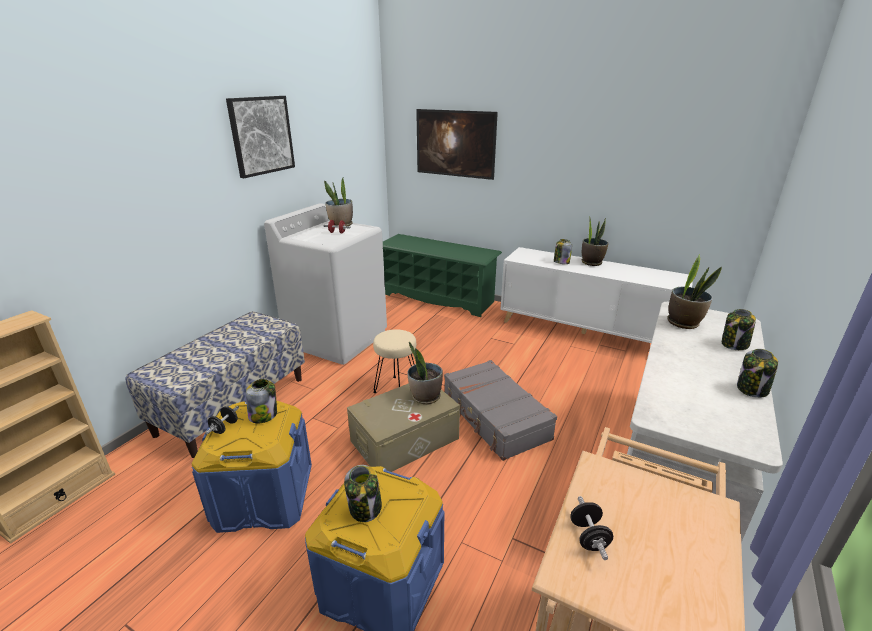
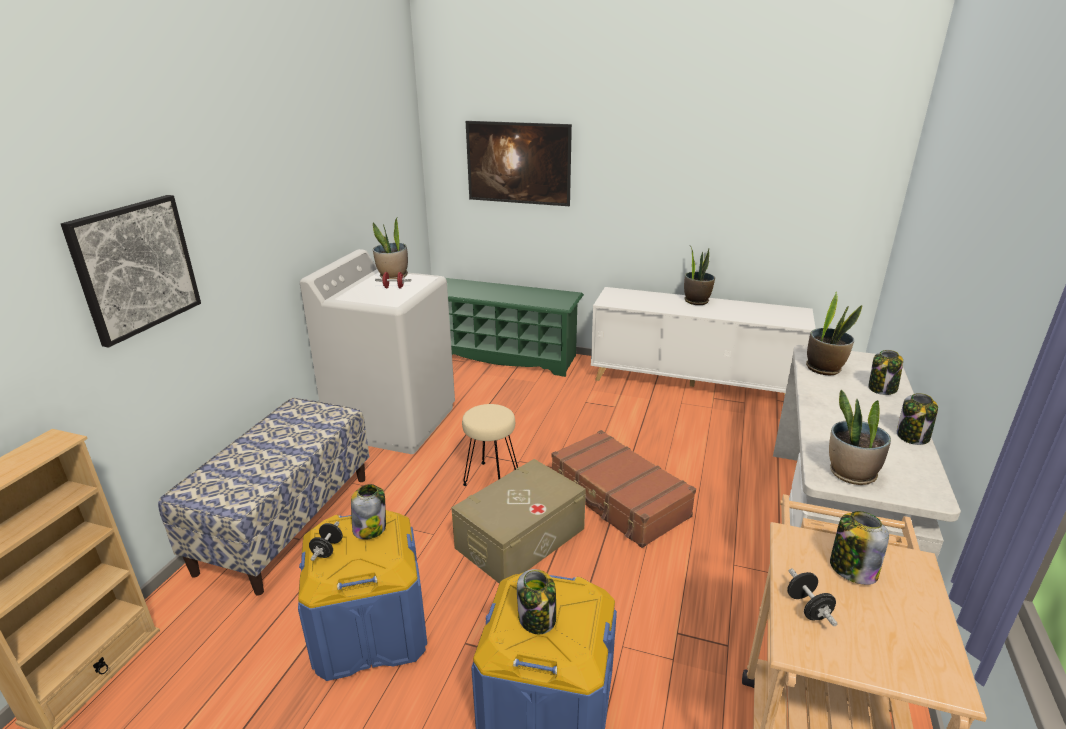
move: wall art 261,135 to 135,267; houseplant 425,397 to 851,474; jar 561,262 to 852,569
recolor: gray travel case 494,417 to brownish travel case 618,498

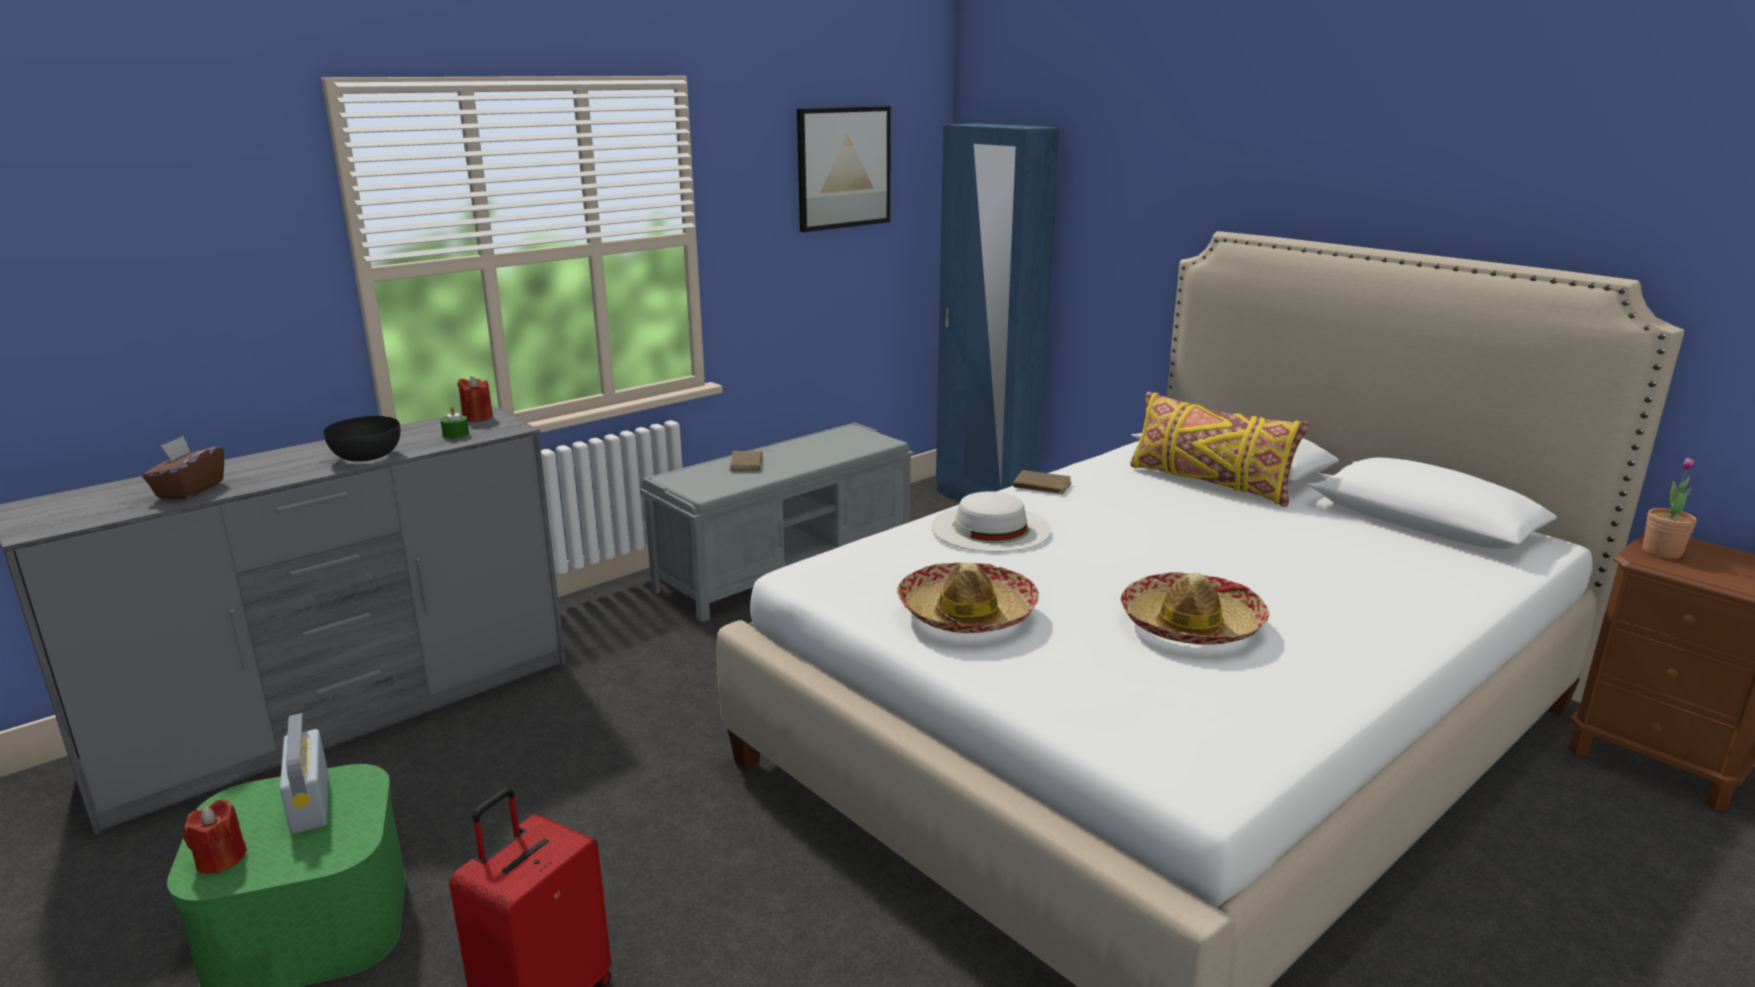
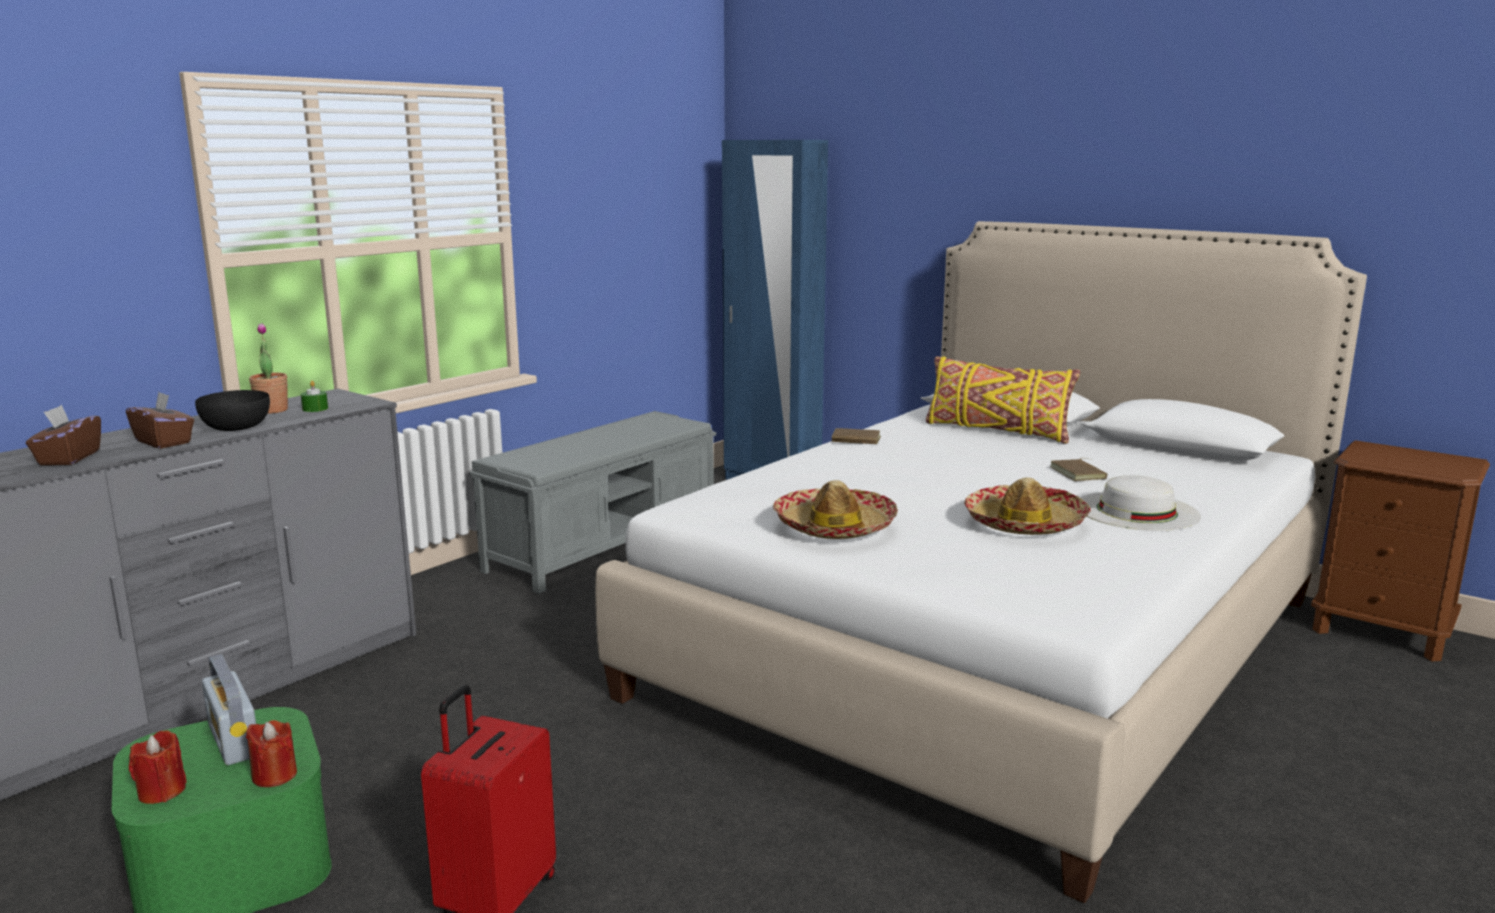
delete: wall art 843,168
insert: brownish tissue holder 164,442
move: red-coloured wax light 477,417 to 274,775; brownish bound book 748,463 to 1079,473; whitish wearable hat 990,528 to 1136,510; houseplant 1661,552 to 272,410

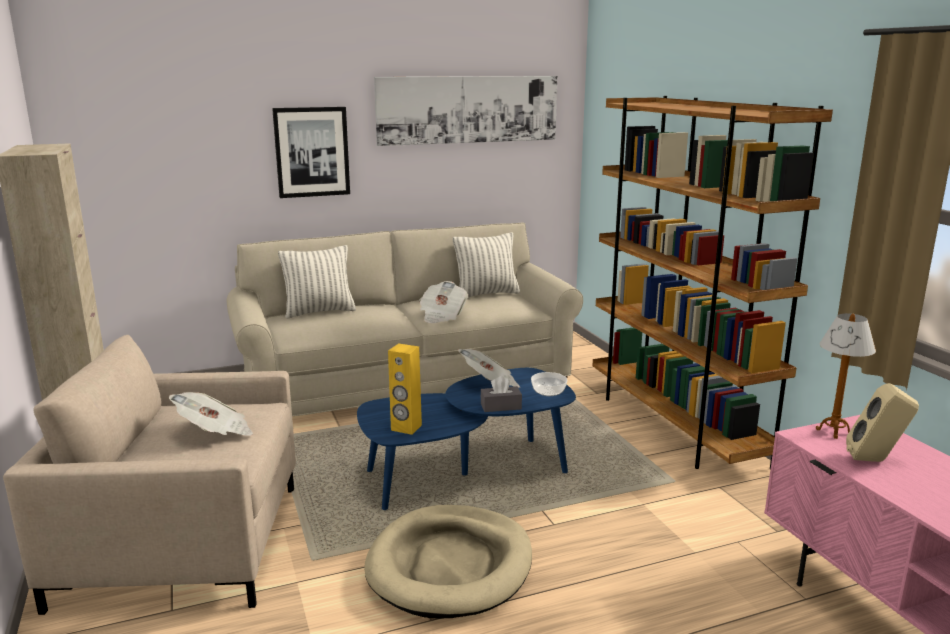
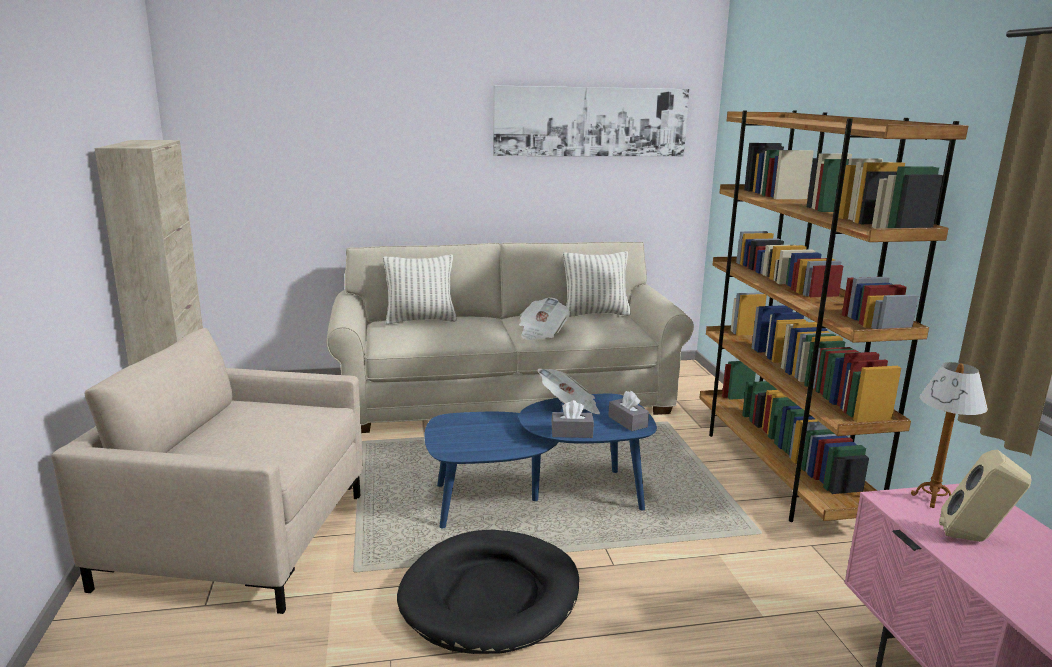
delete: daily paper 215,433; wall art 312,152; yellowish loudspeaker 406,428
replace: deep dish 548,392 to gray tissue holder 627,422
recolor: beige-coloured dog bed 450,565 to black dog bed 491,596

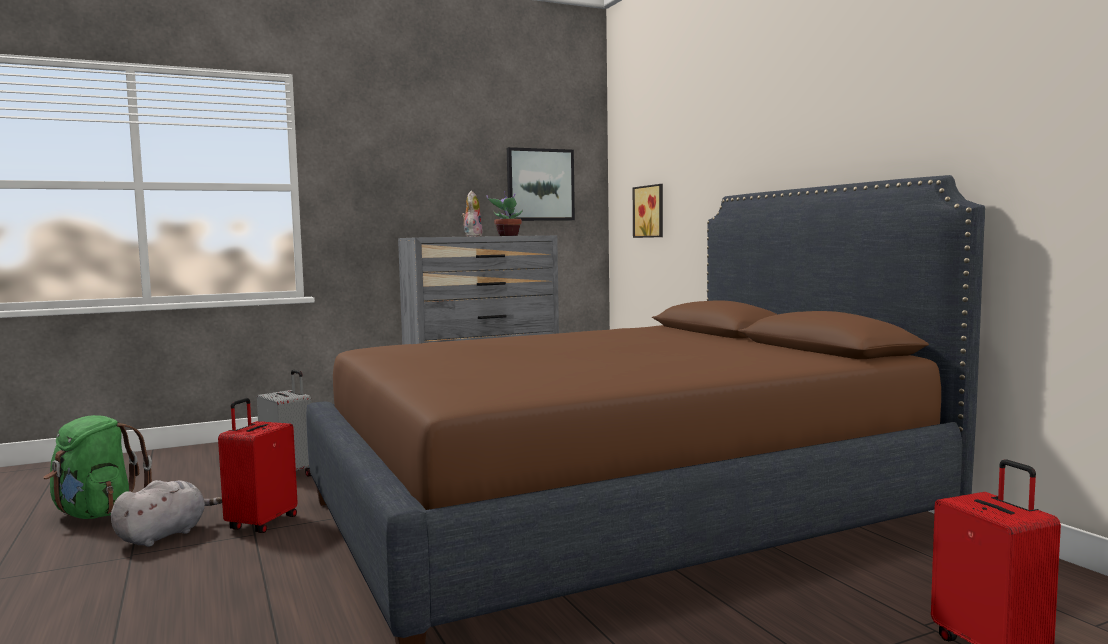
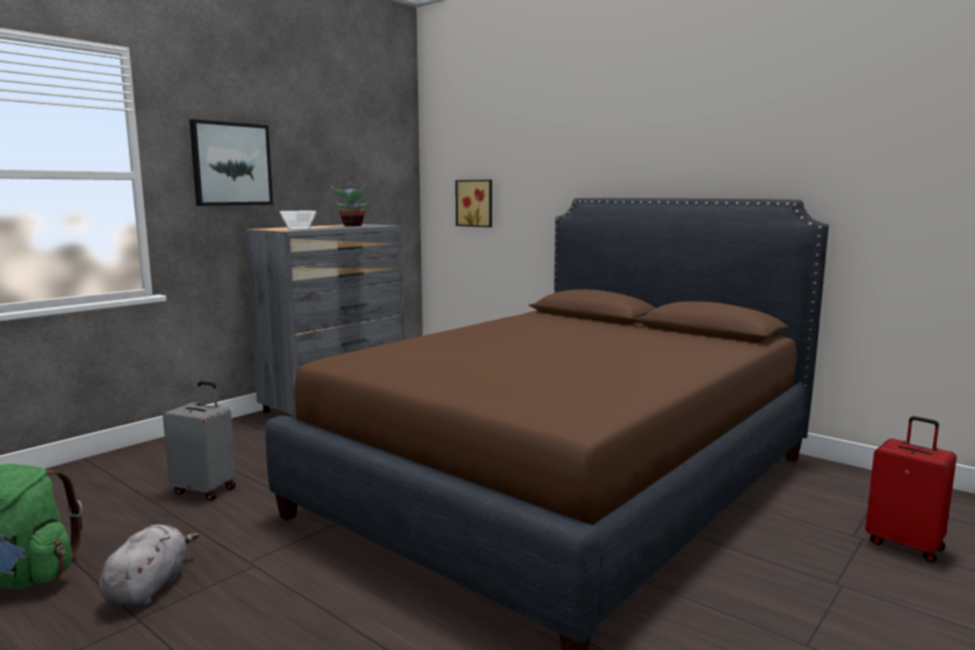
delete: red-coloured travel case 261,523; plush toy 472,236
insert: deep dish 299,229
move: wall art 540,185 to 231,164

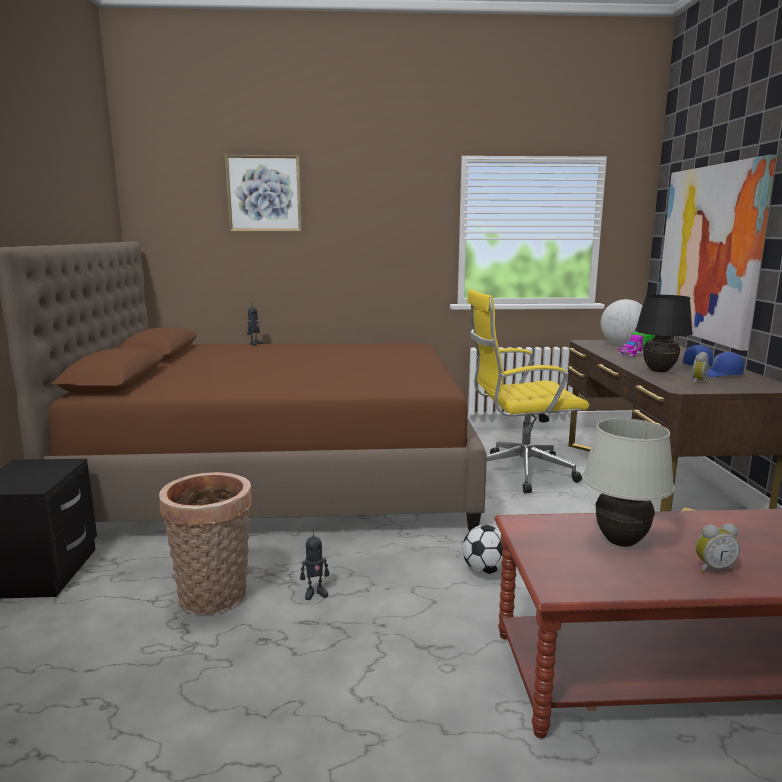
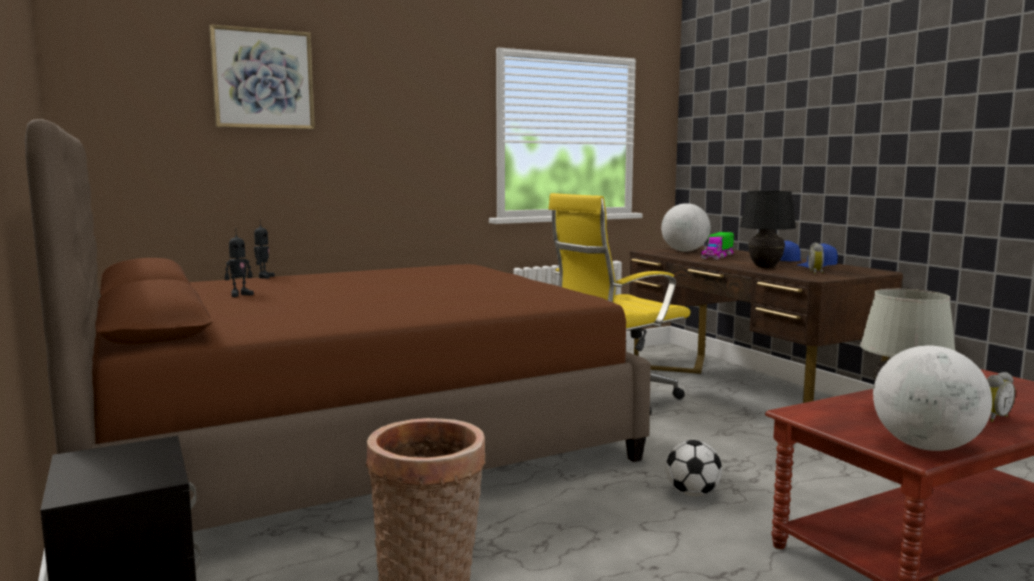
delete: wall art 709,253
insert: globe 925,447
move: toy robot 315,593 to 240,295

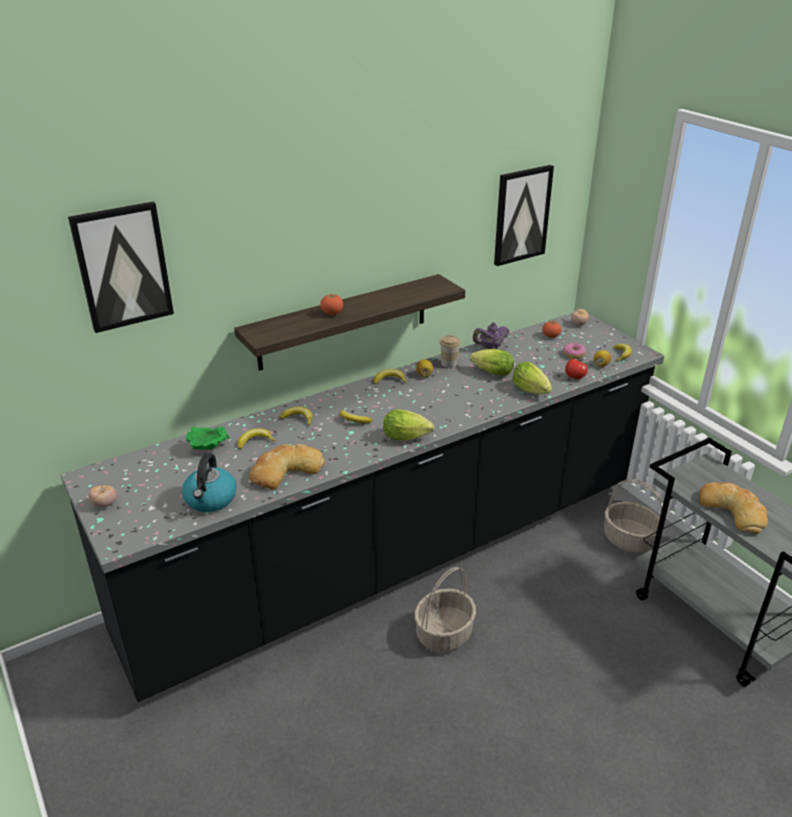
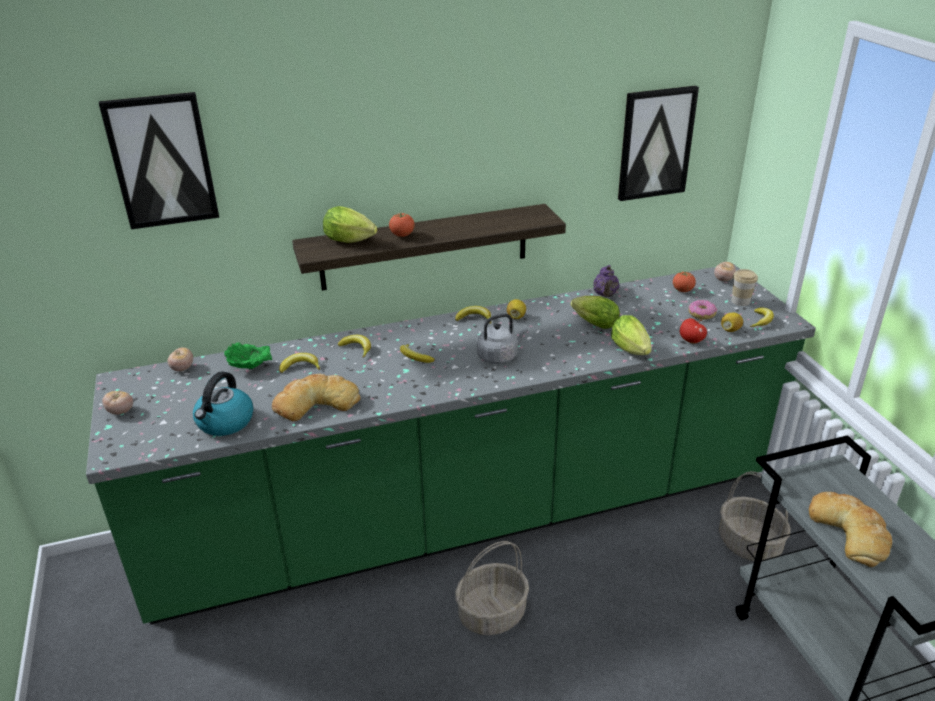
insert: fresh tomato 182,368; gray tea kettle 499,356
move: head of lettuce 408,437 to 352,241; drinking cup 449,363 to 740,301
recolor: black kitchen counter 395,555 to green-coloured kitchen counter 470,515
rotate: purplish teapot 490,348 = 605,295 75 degrees counterclockwise

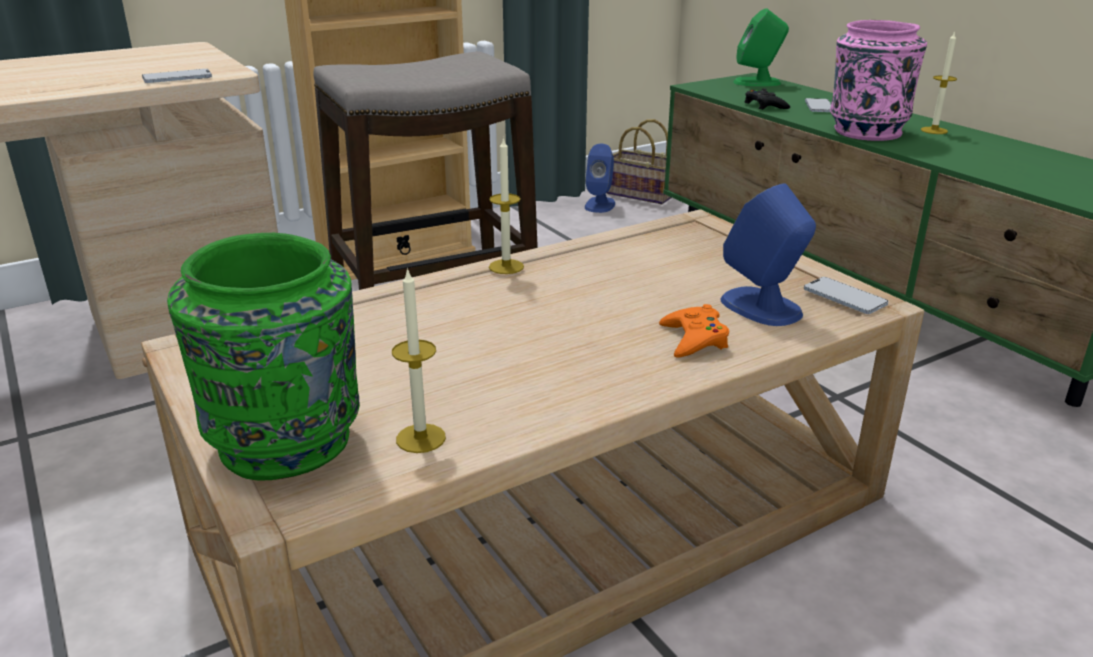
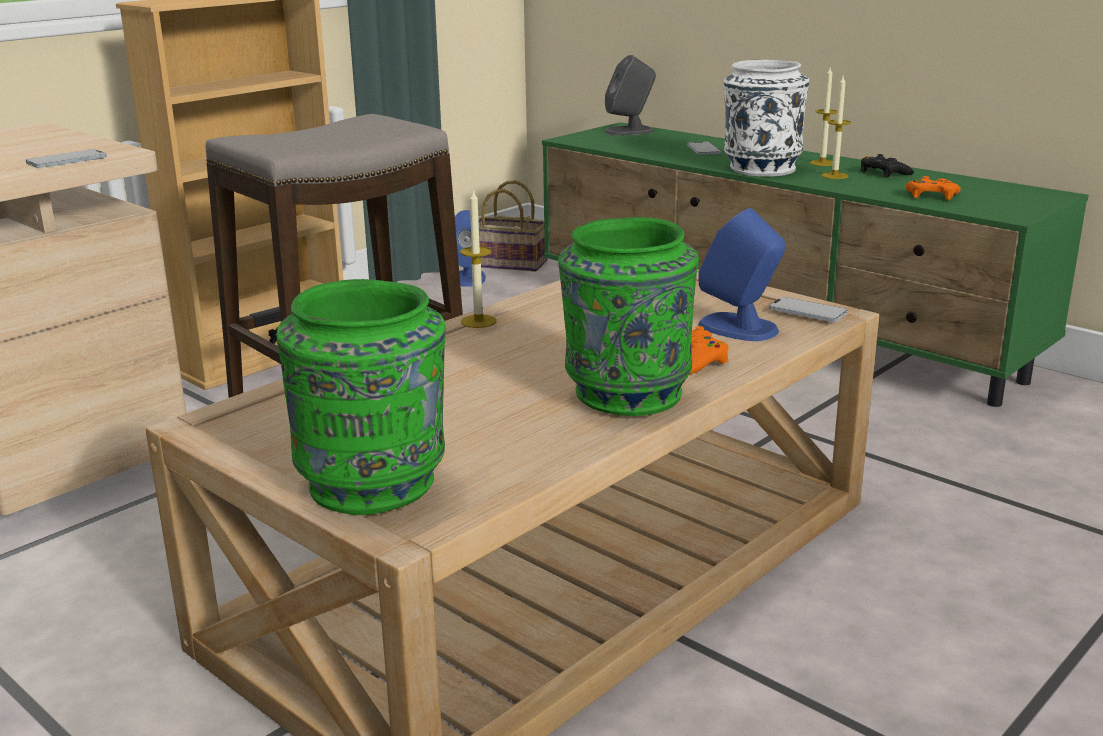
insert: green-coloured decorative vase 626,395; orangey gamepad 931,196
move: wax light 420,438 to 834,176; black gamepad 764,105 to 883,173
recolor: green-coloured loudspeaker 757,82 to gray loudspeaker 629,131; pinkish decorative vase 865,132 to whitish decorative vase 760,169

